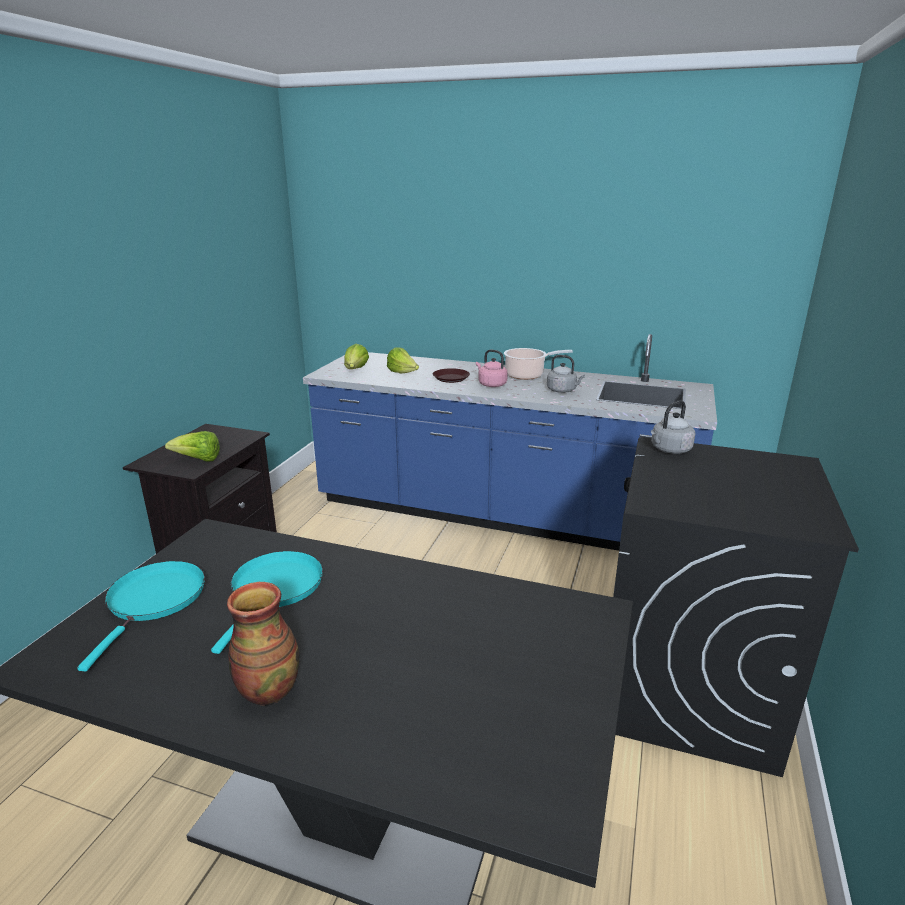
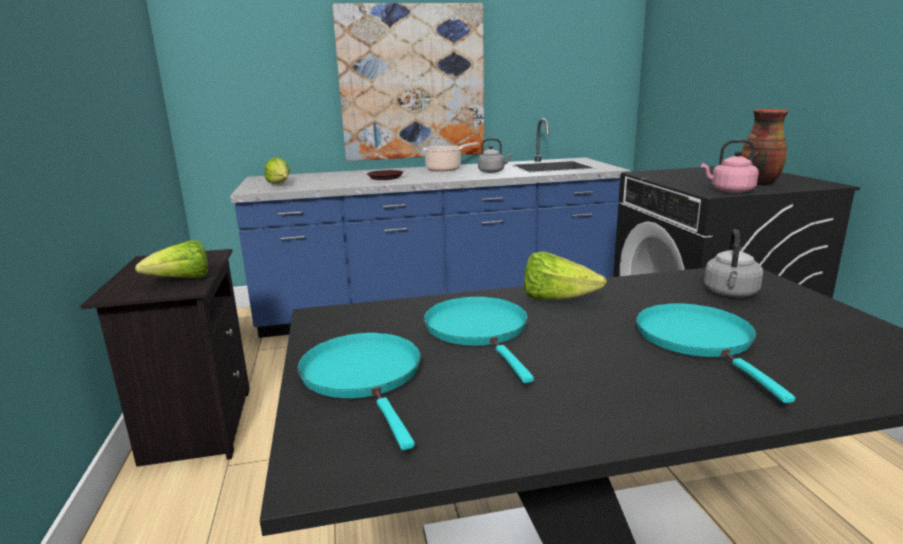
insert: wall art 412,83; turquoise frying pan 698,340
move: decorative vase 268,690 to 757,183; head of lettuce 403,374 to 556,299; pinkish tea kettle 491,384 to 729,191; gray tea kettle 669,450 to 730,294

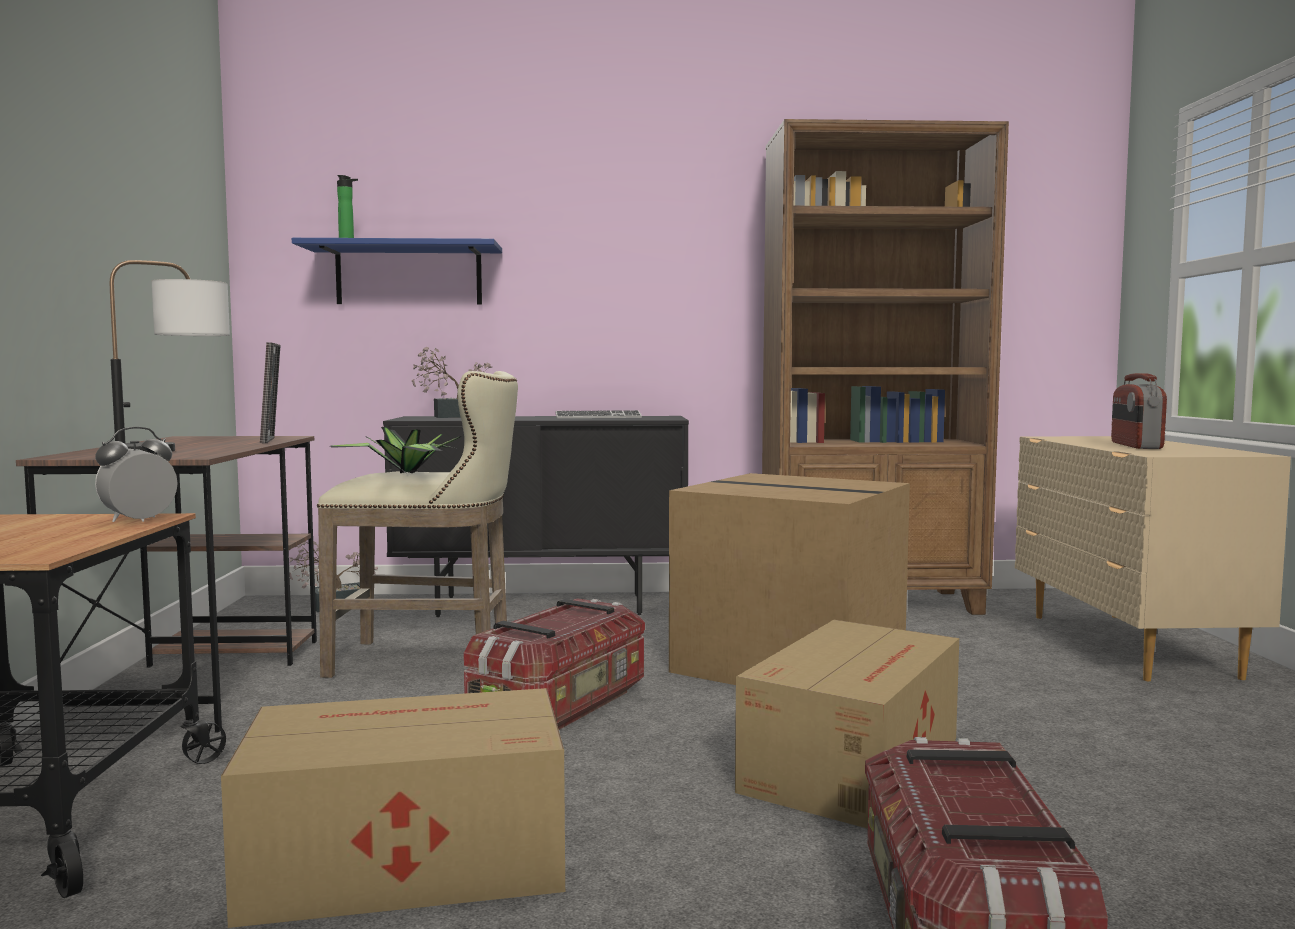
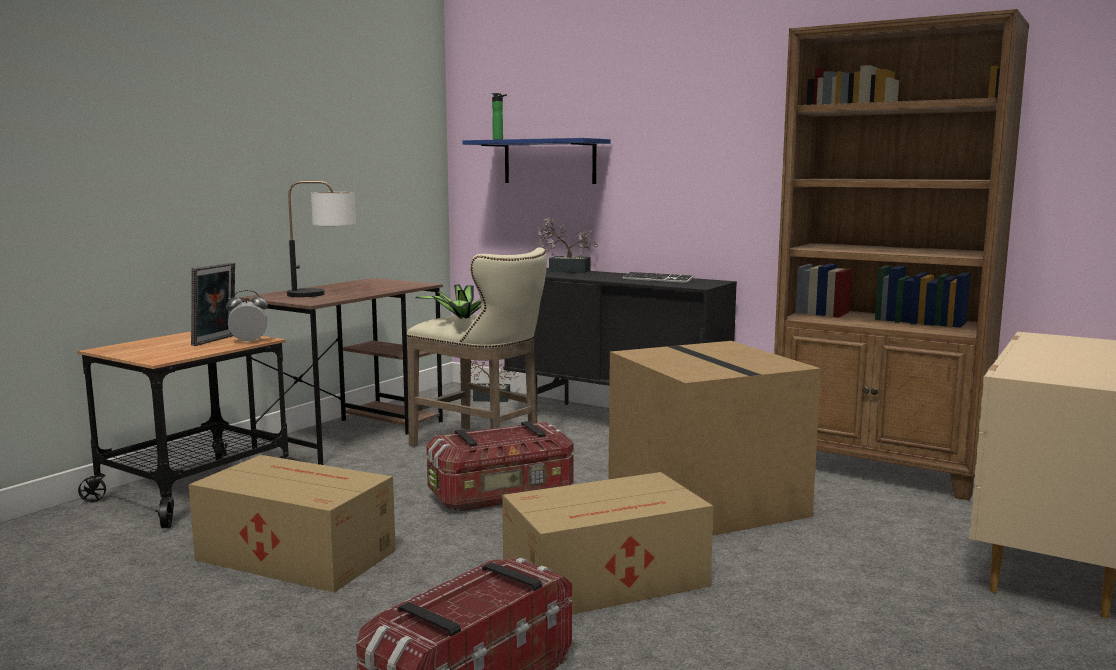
delete: radio set 1135,445
move: picture frame 272,440 to 216,341

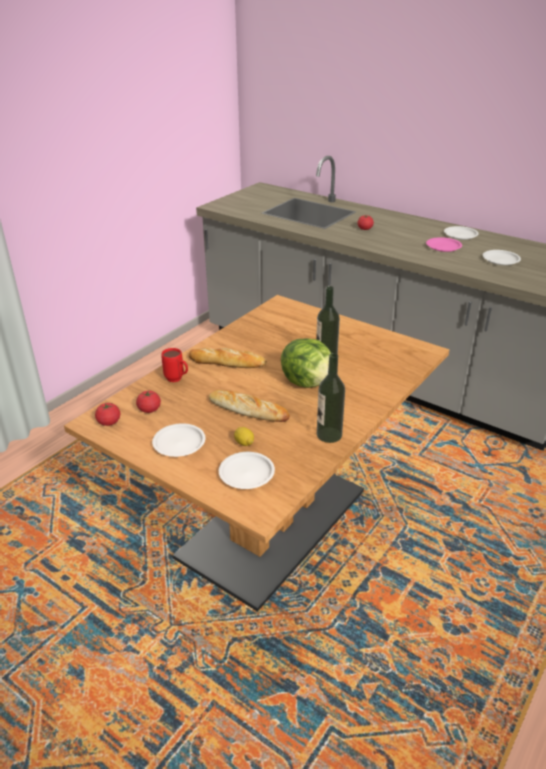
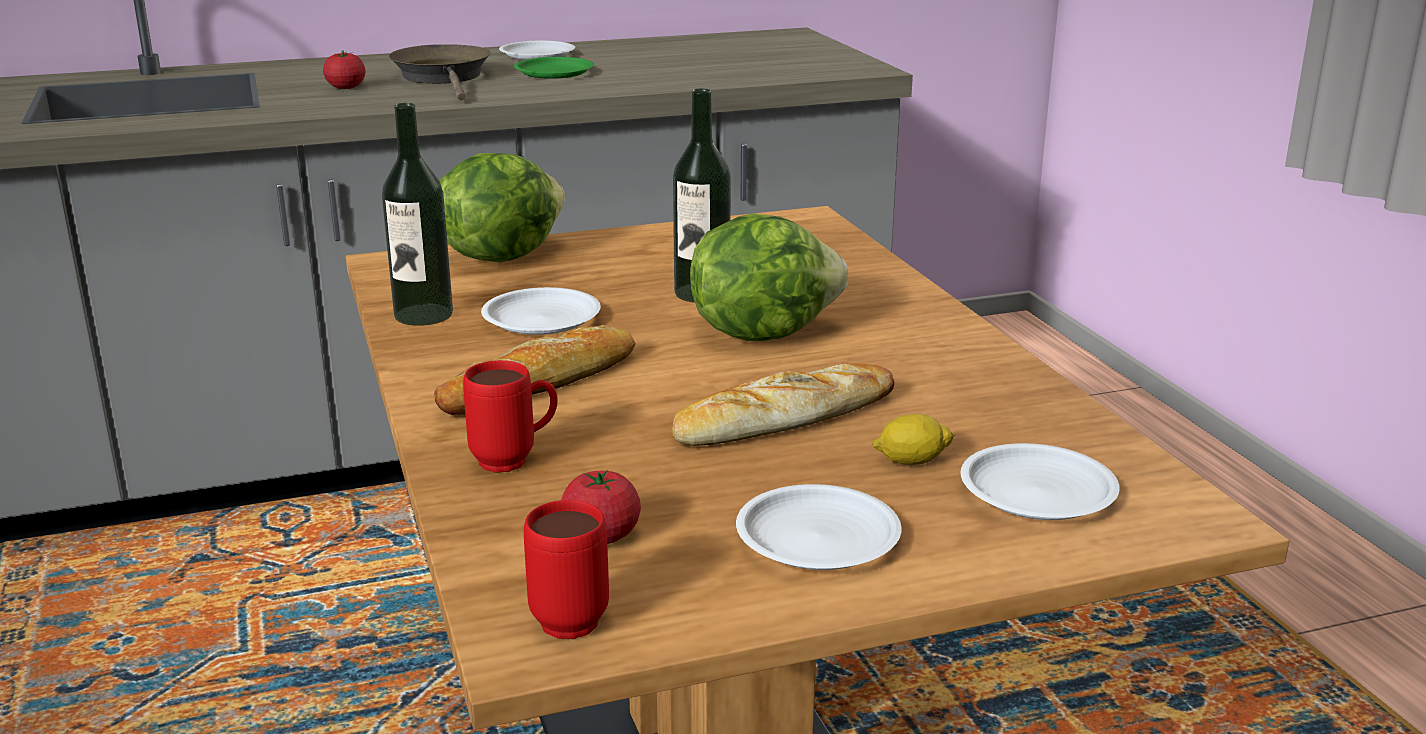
insert: brownish frying pan 444,78; head of lettuce 500,255
move: bottle 329,435 to 423,315; whitish dinner plate 501,260 to 541,318
replace: fresh tomato 109,422 to red-coloured coffee mug 575,614
recolor: pinkish dinner plate 443,247 to green-coloured dinner plate 555,72

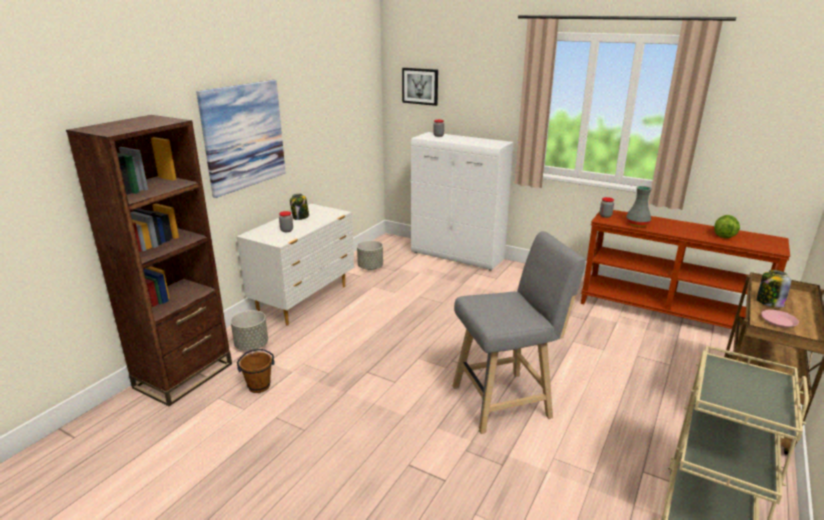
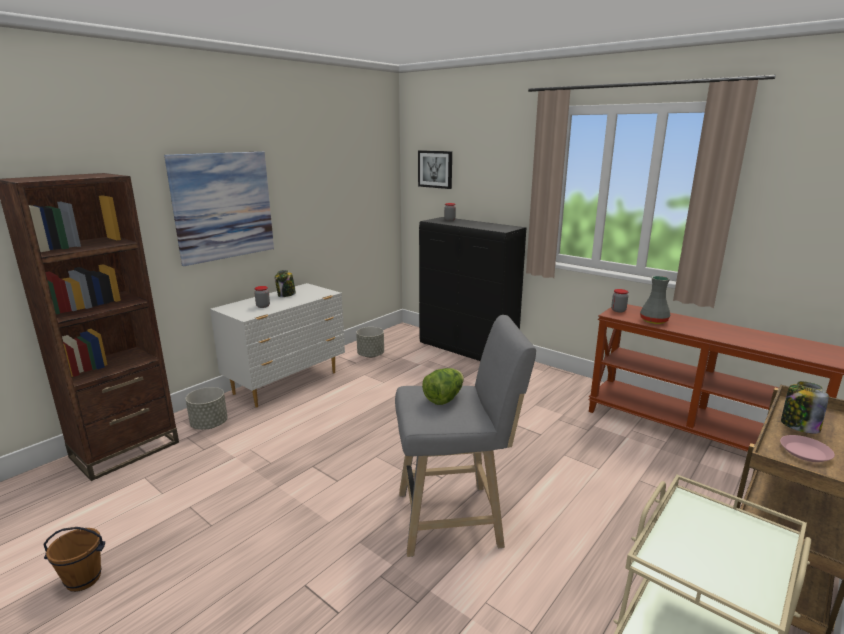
move: brownish water bucket 259,387 to 83,580; head of lettuce 724,235 to 444,398
recolor: whitish cupboard 458,256 to black cupboard 468,350

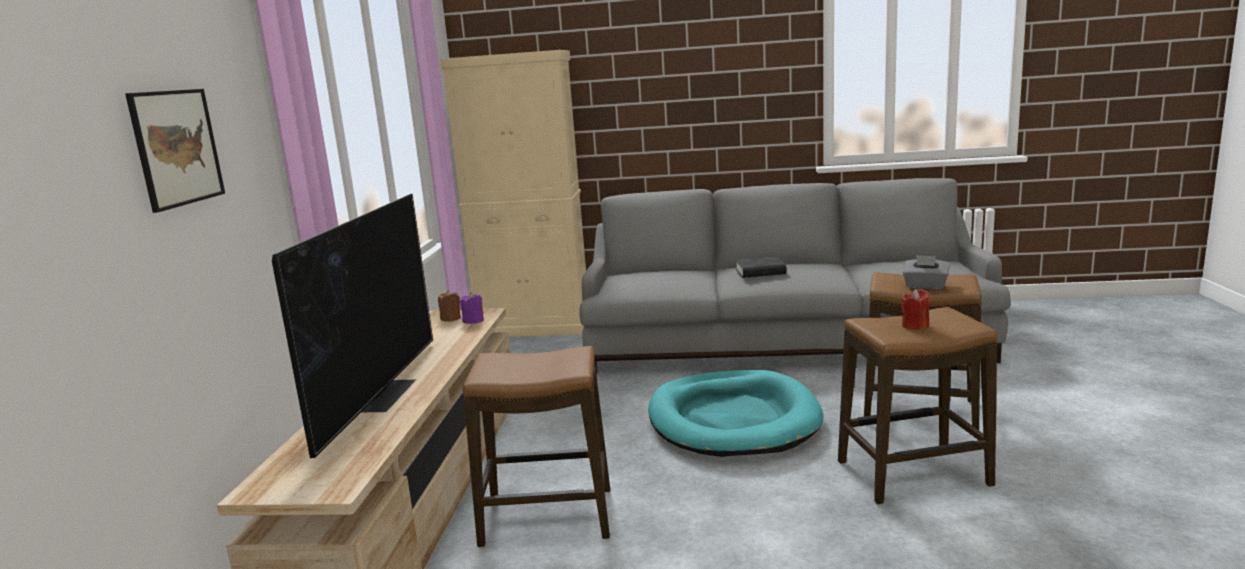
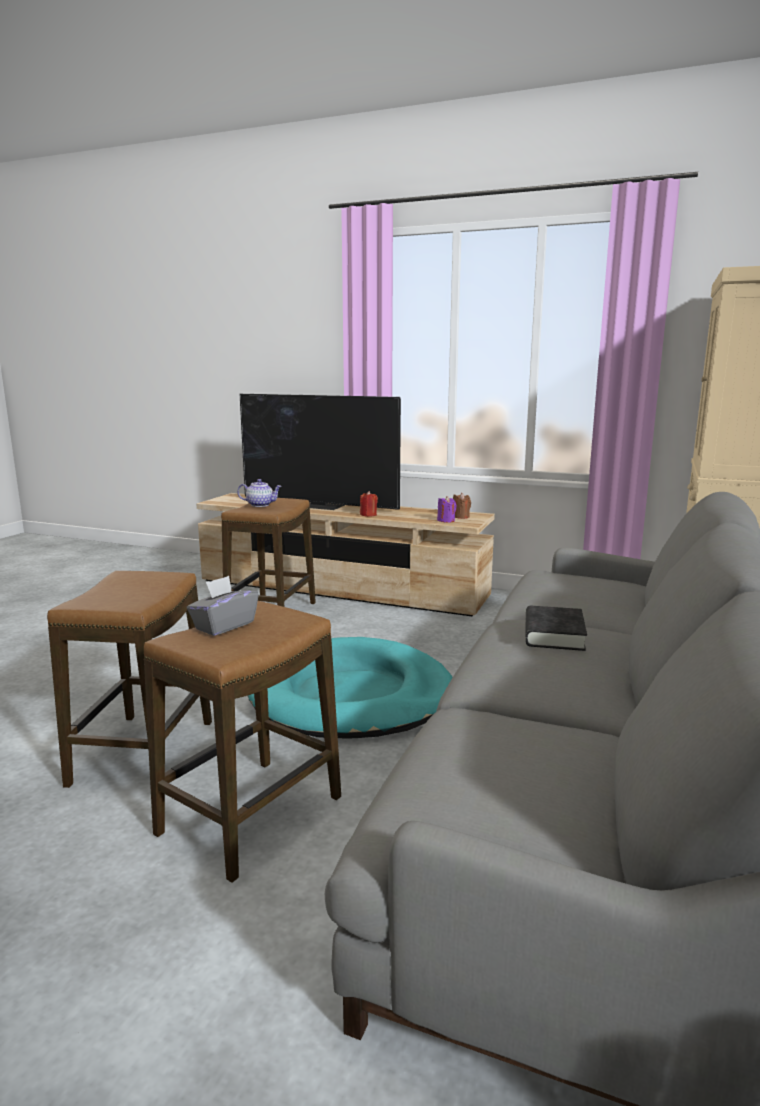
delete: wall art 177,147
insert: teapot 260,505
move: red-coloured wax light 915,326 to 368,515

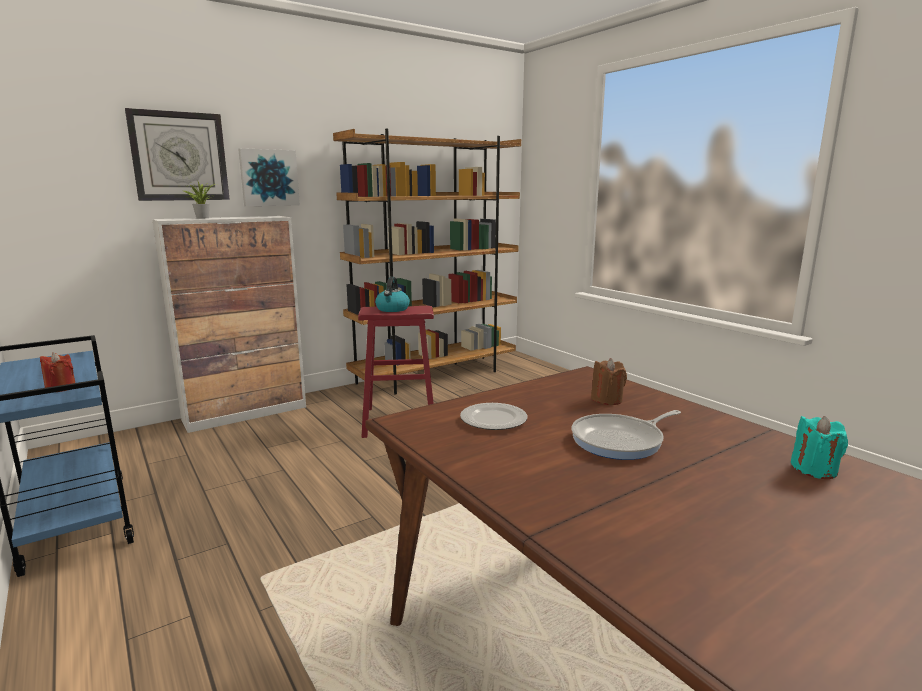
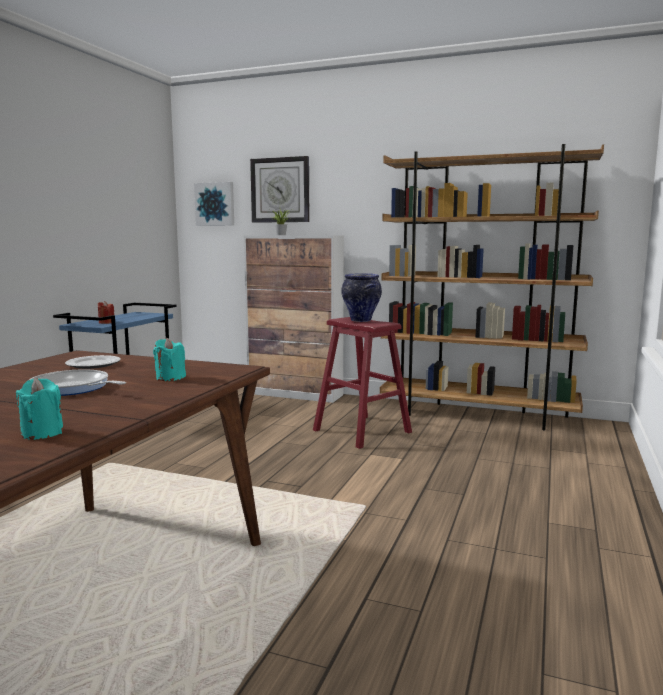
move: wall art 269,178 to 215,204
replace: tea kettle 392,309 to decorative vase 361,320
recolor: brownish wax light 607,399 to turquoise wax light 170,378

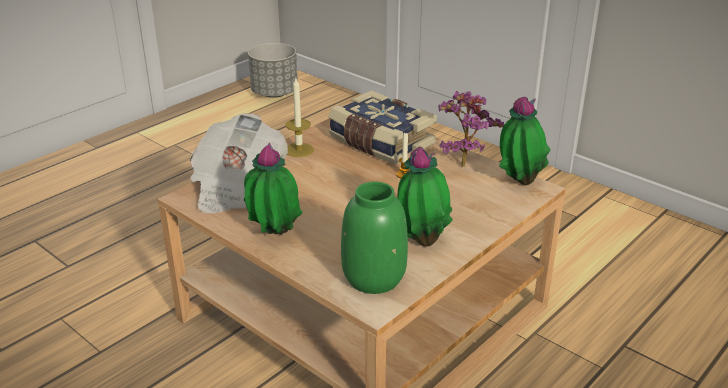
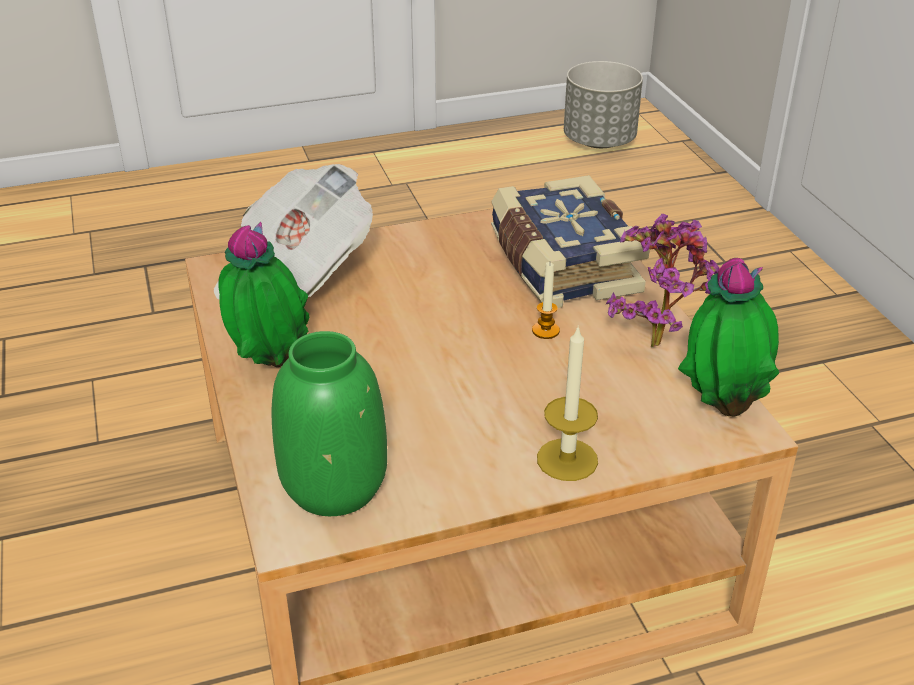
delete: houseplant 422,241
move: wax light 299,150 to 567,459

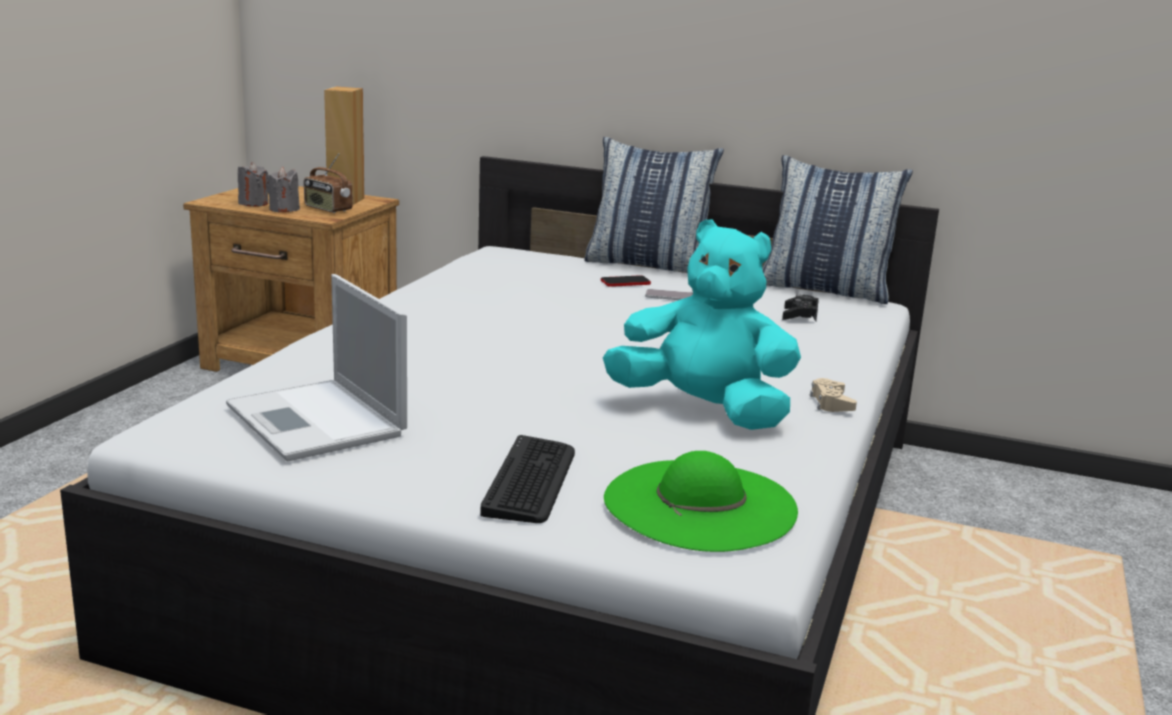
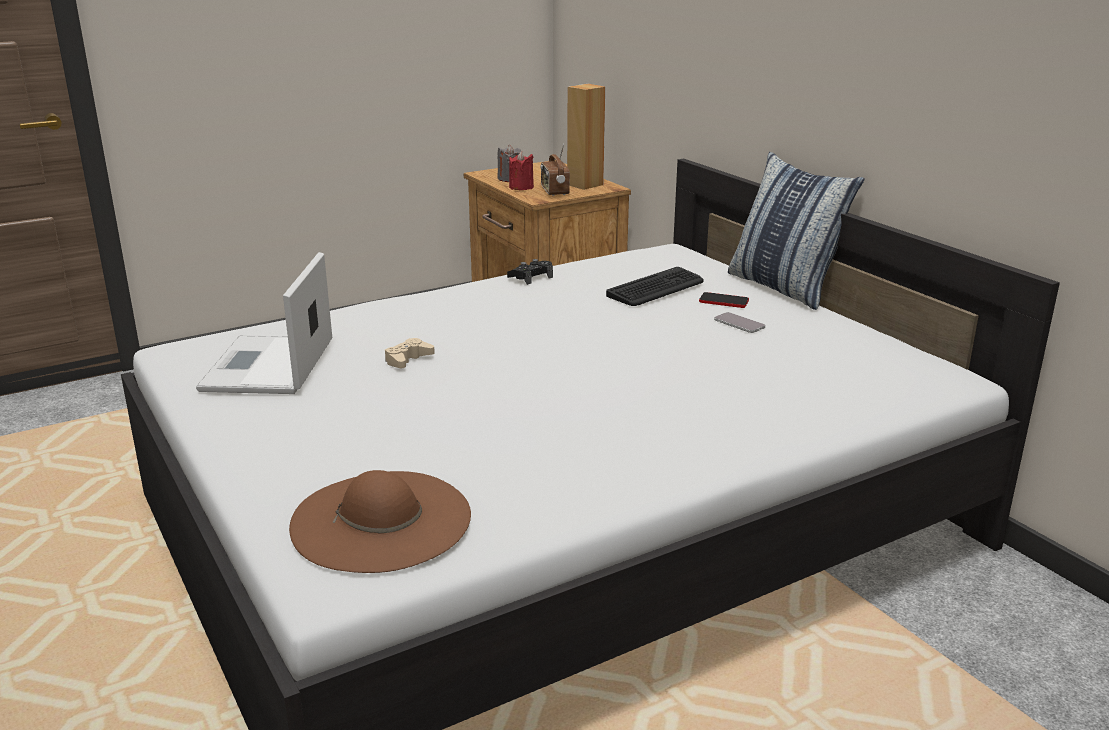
delete: turquoise plush toy 703,410; throw pillow 825,290
move: computer keyboard 531,480 to 656,288; black gamepad 799,315 to 531,277; beige-coloured gamepad 831,403 to 408,359
recolor: gray wax light 284,209 to red-coloured wax light 521,187; green-coloured wearable hat 700,504 to brownish wearable hat 381,520

